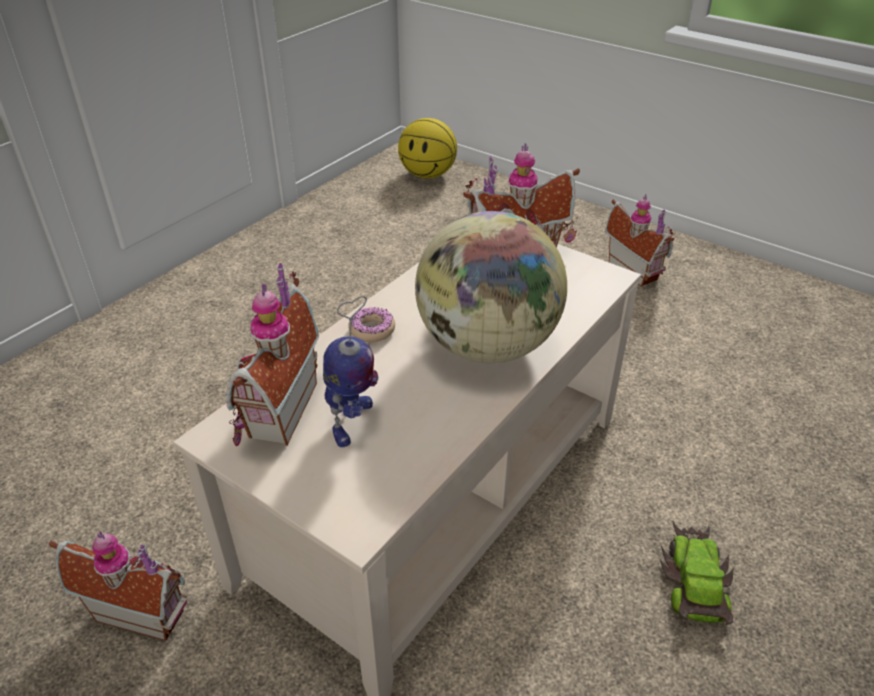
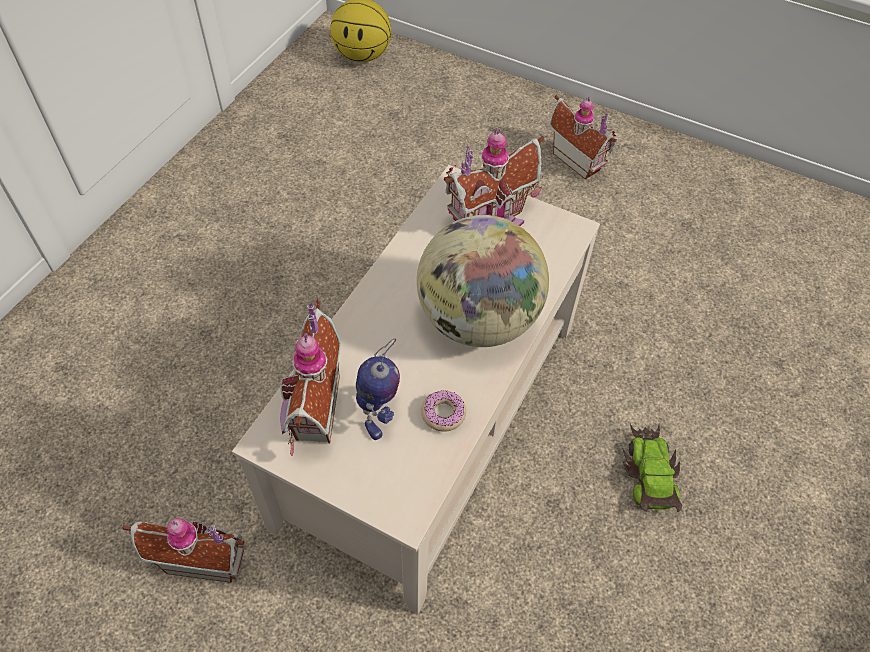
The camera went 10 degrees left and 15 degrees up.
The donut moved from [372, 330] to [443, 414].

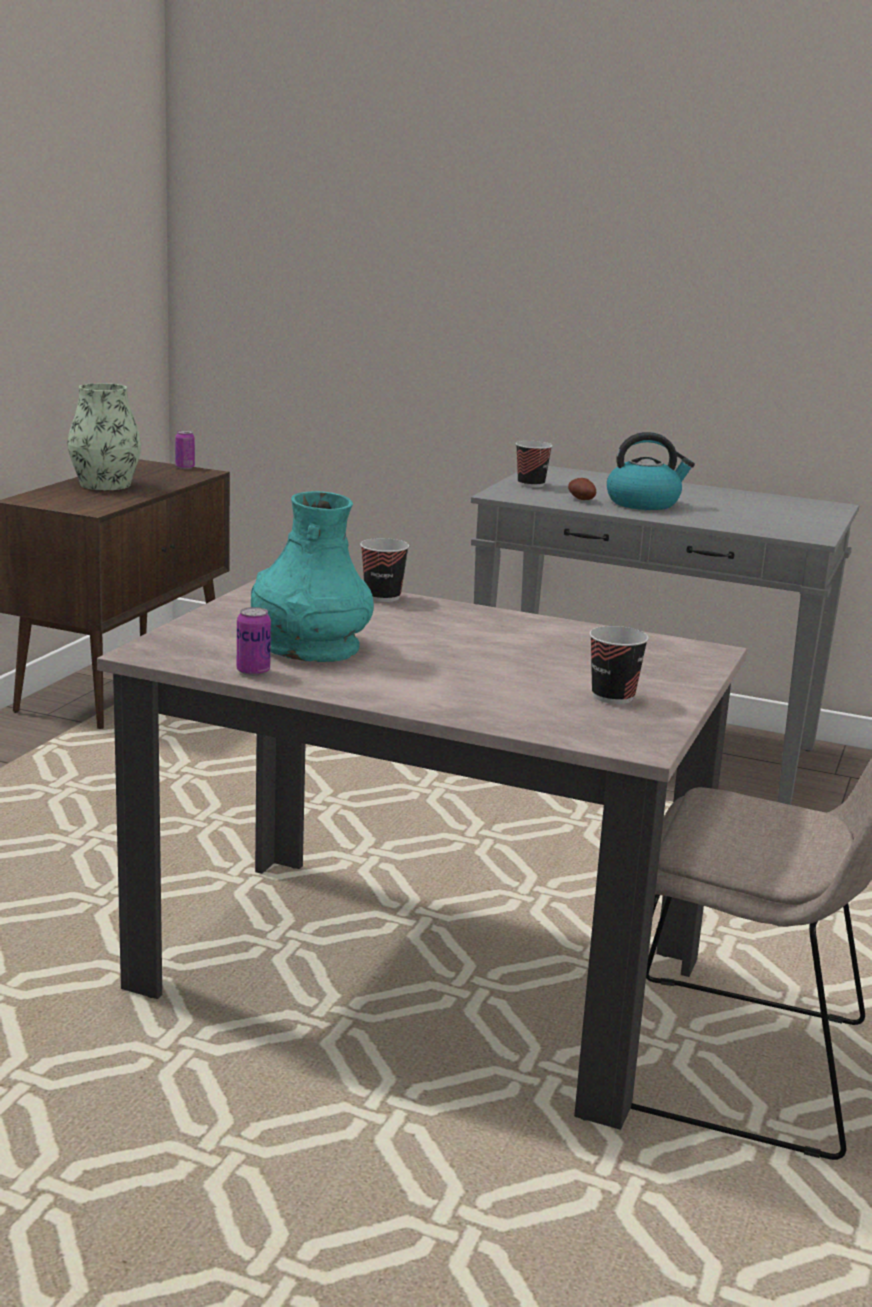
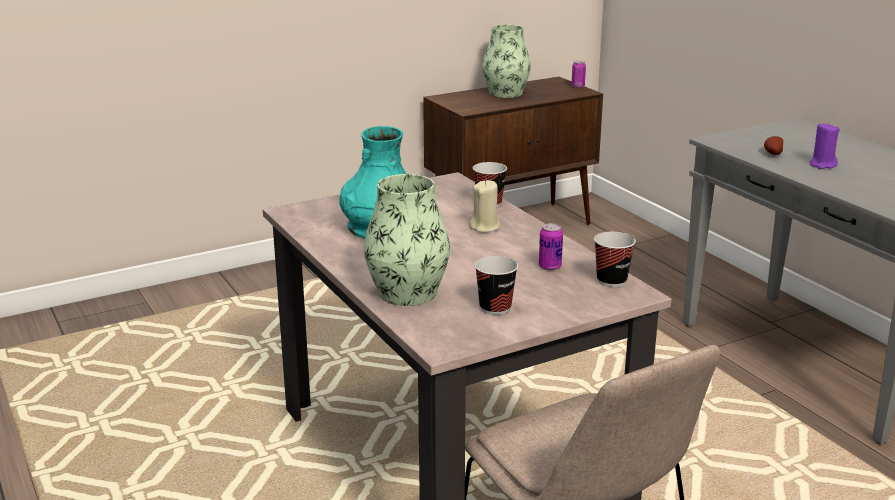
The camera went 40 degrees right and 5 degrees up.
The vase at [407, 292] appeared.
The beige candle at [485, 227] appeared.
The can moved from [253, 671] to [550, 266].
The cup moved from [531, 484] to [611, 281].
The kettle at [644, 503] was replaced by the purple candle at [822, 165].

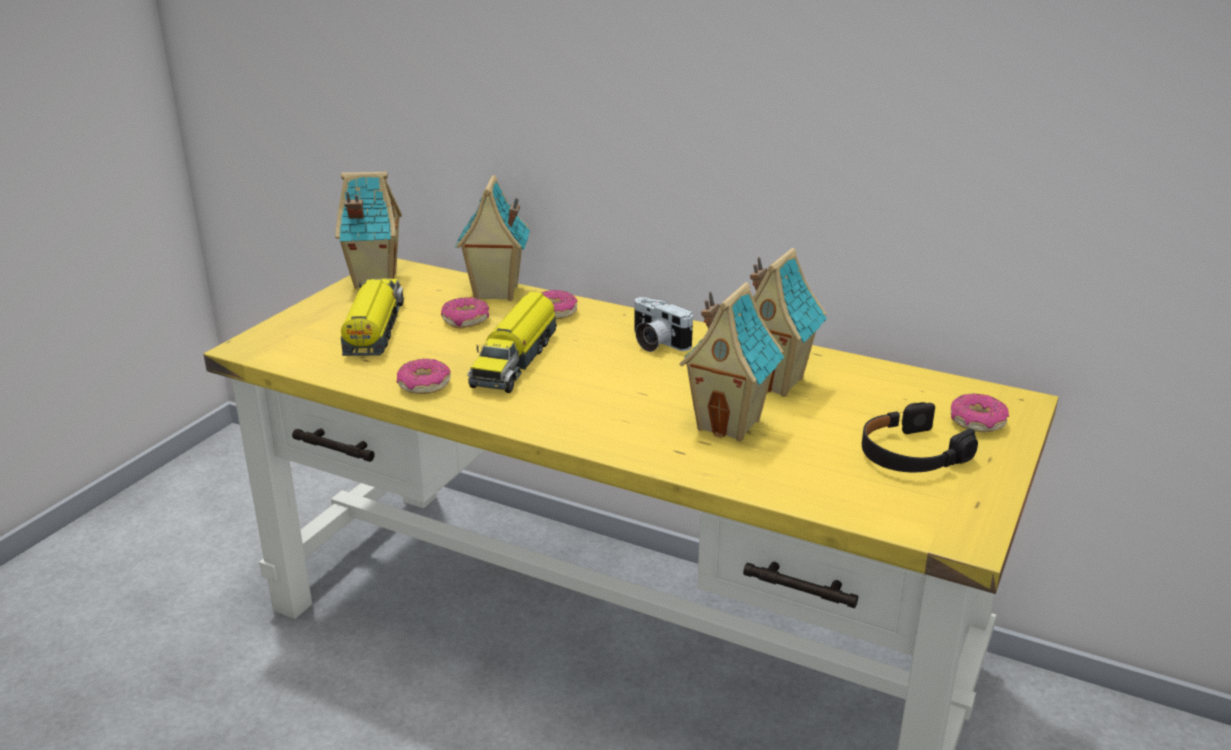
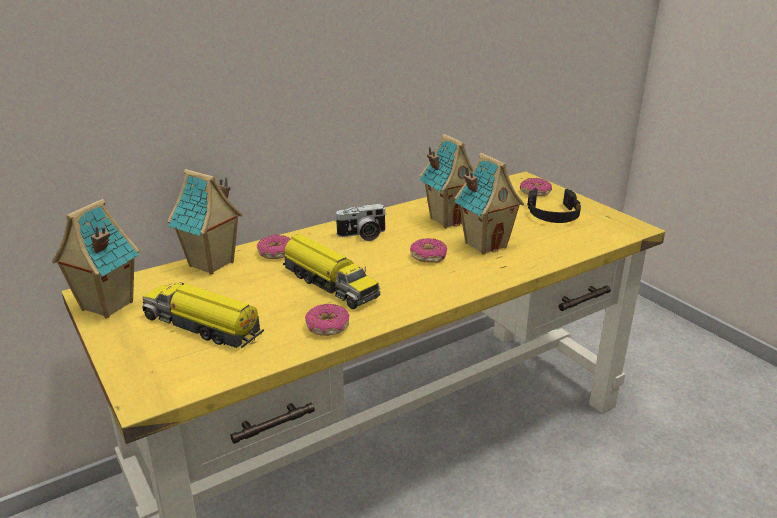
The camera went 60 degrees left and 0 degrees up.
The donut moved from [466, 320] to [428, 256].

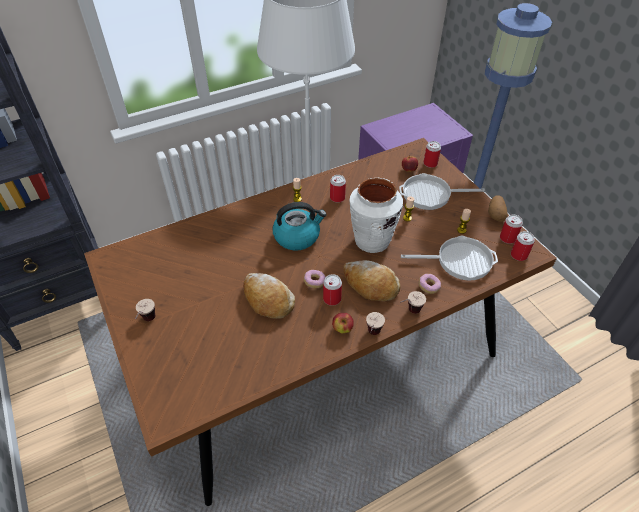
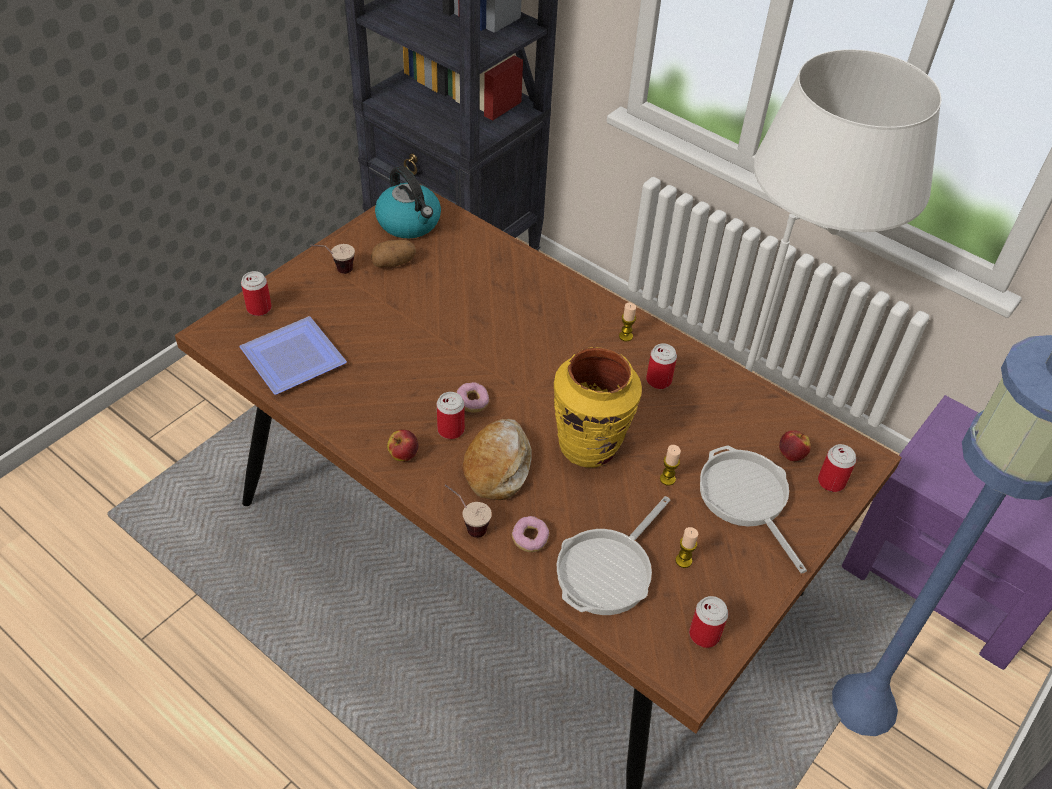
The camera went 65 degrees right and 0 degrees up.
The bread at [268, 299] disappeared.
The cup at [372, 336] disappeared.
The plate at [294, 355] appeared.
The kettle moved from [297, 236] to [410, 223].
The potato moved from [495, 214] to [394, 263].
The can moved from [518, 255] to [259, 308].
The white vase at [372, 241] became the yellow vase at [589, 446].
The frying pan at [459, 261] turned 60 degrees clockwise.

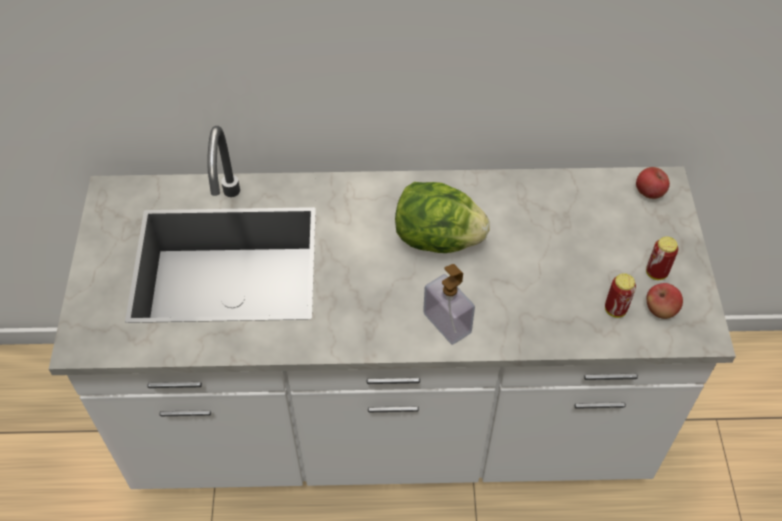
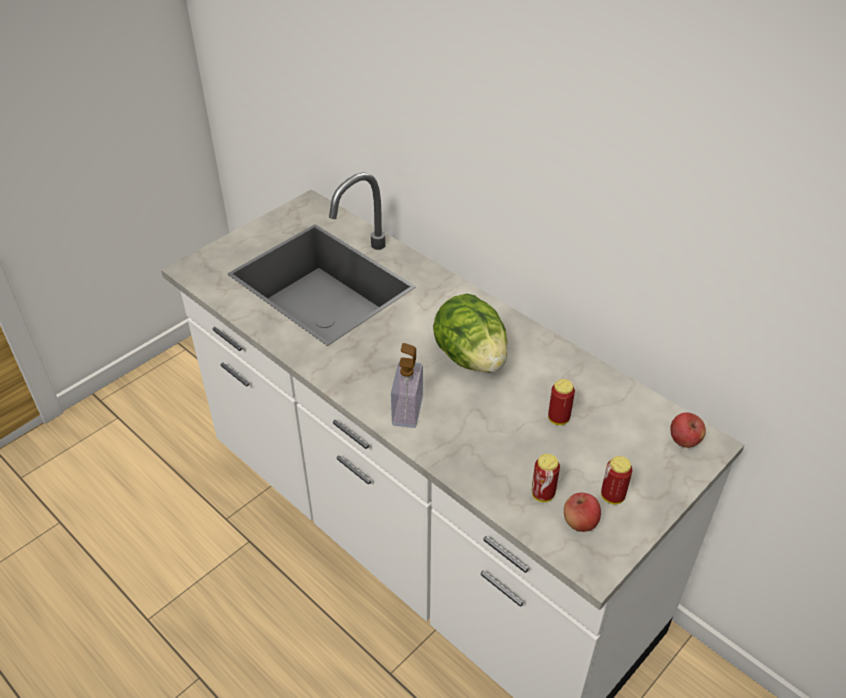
The camera went 45 degrees right and 10 degrees down.
The can at [558, 419] appeared.

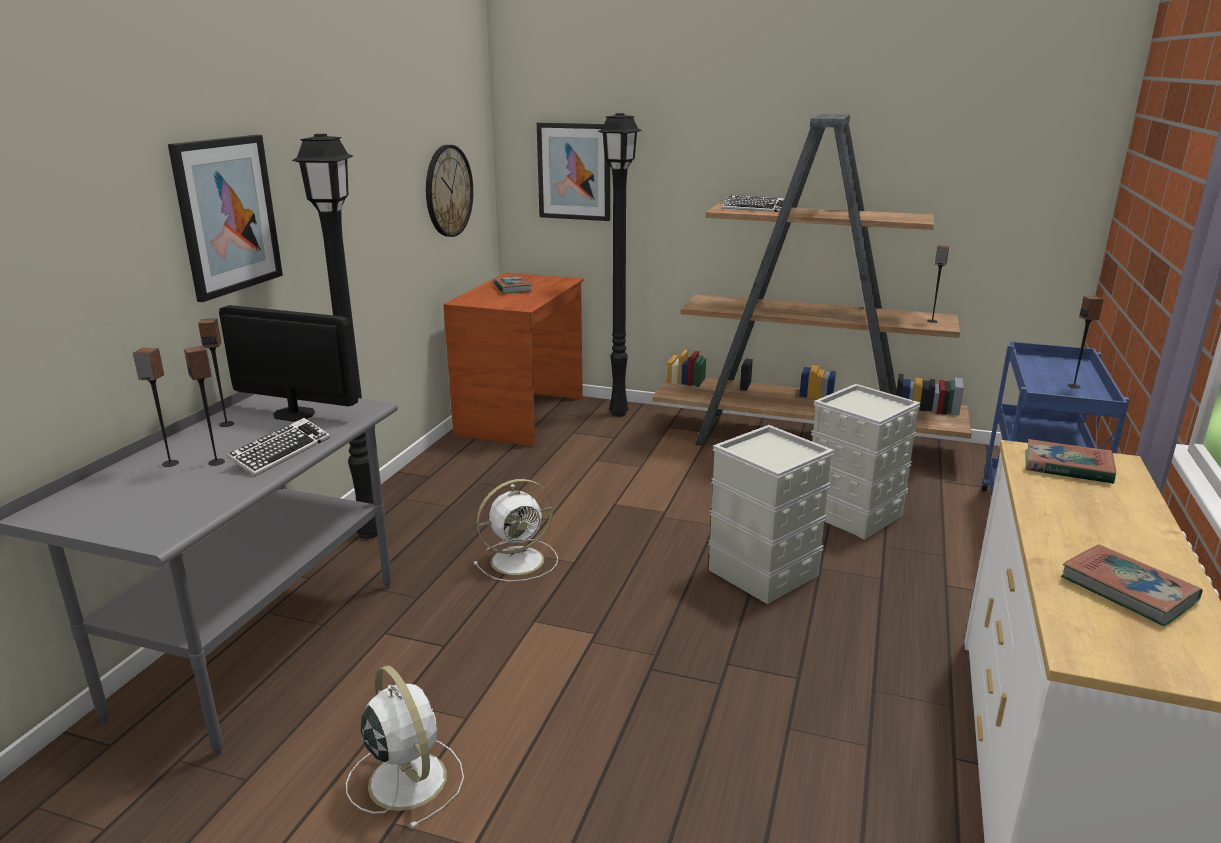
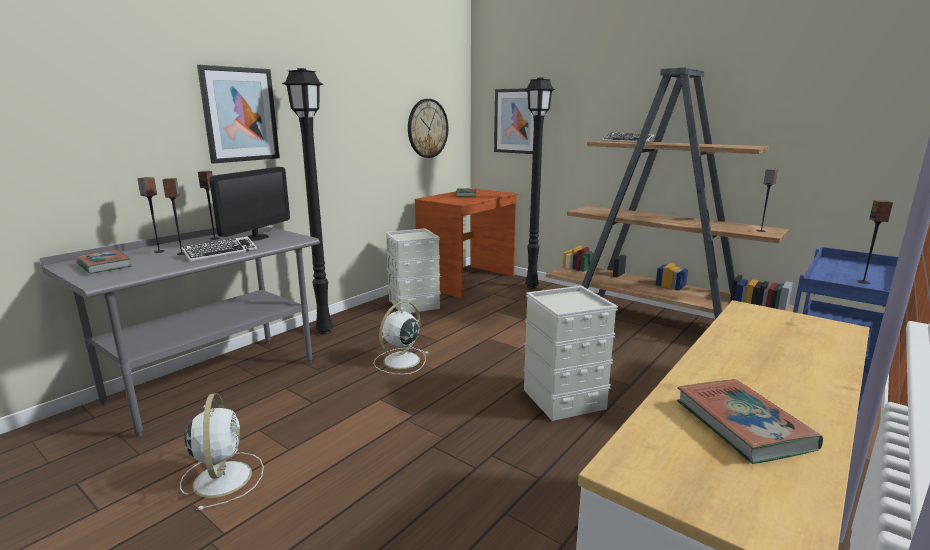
The camera went 20 degrees right and 5 degrees down.
The grey storage box moved from [854, 515] to [414, 304].
The book moved from [1067, 467] to [104, 265].
The monitor at [294, 414] turned 75 degrees clockwise.
The white fan at [520, 560] turned 135 degrees clockwise.

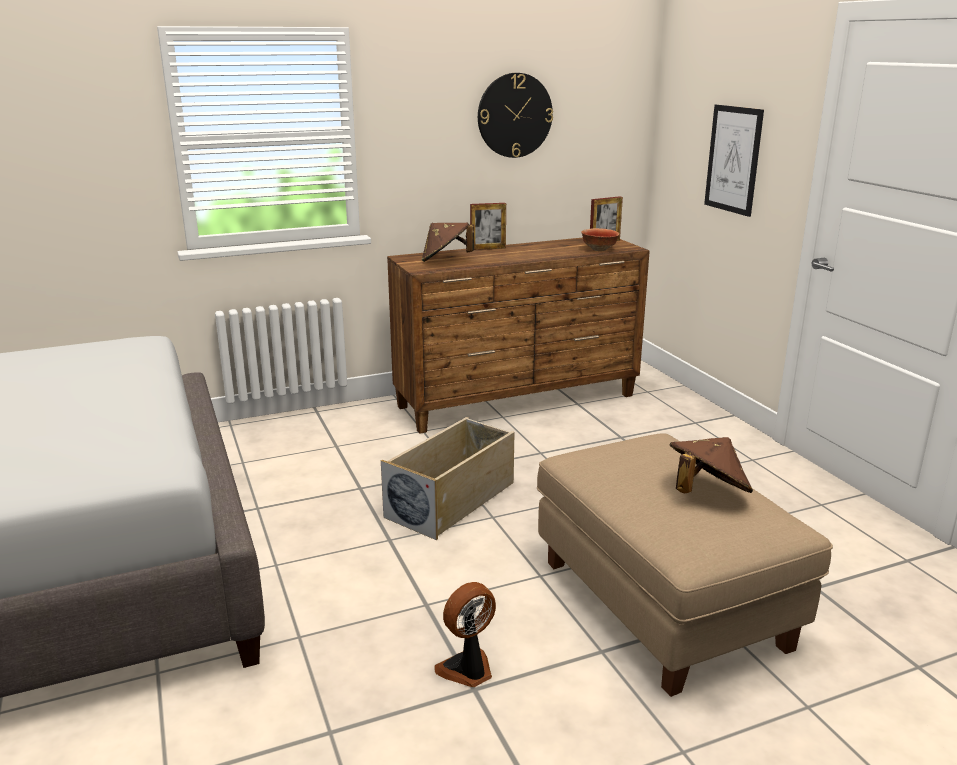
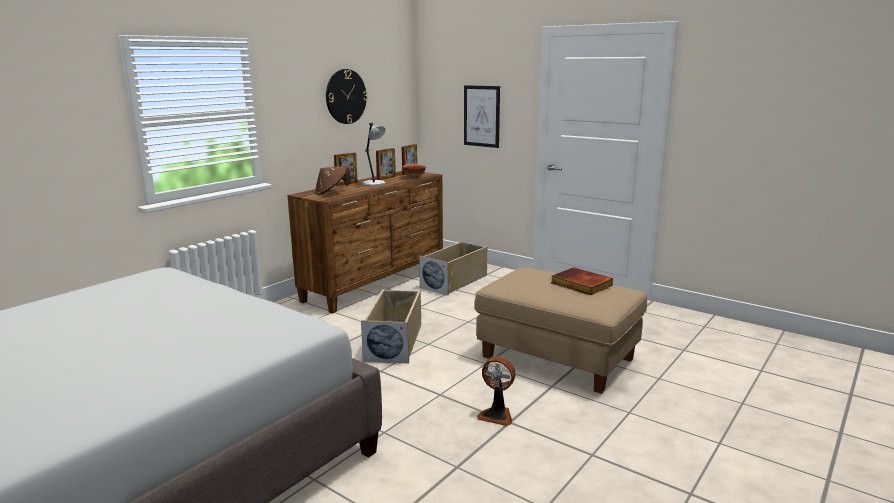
The camera went 30 degrees left and 5 degrees down.
The grey table lamp at [374, 184] appeared.
The picture frame at [386, 178] appeared.
The beige storage box at [455, 281] appeared.
The brown hat at [706, 493] was replaced by the book at [580, 284].
The fan at [468, 670] turned 90 degrees counterclockwise.

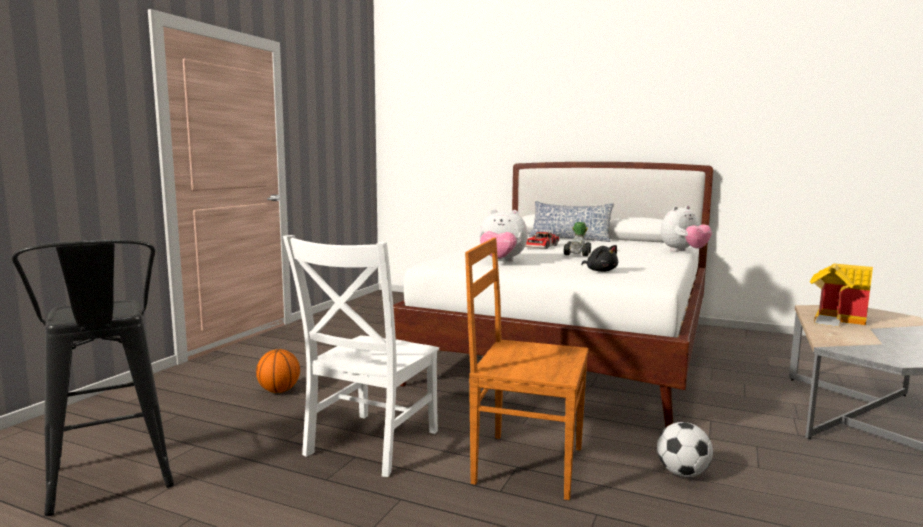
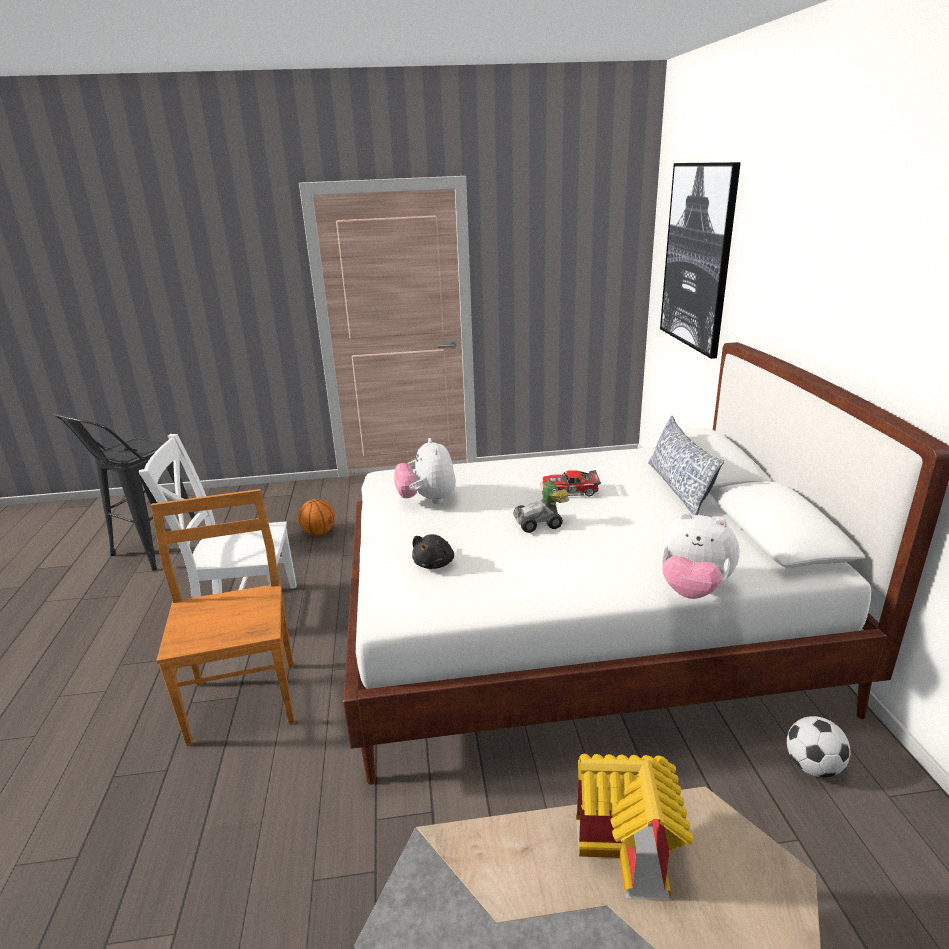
The camera went 60 degrees right and 15 degrees up.
The picture at [697, 257] appeared.
The football moved from [682, 473] to [812, 766].

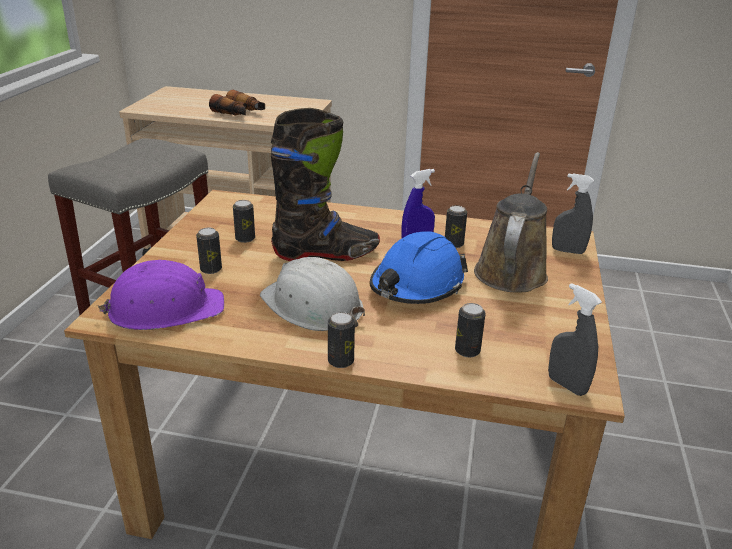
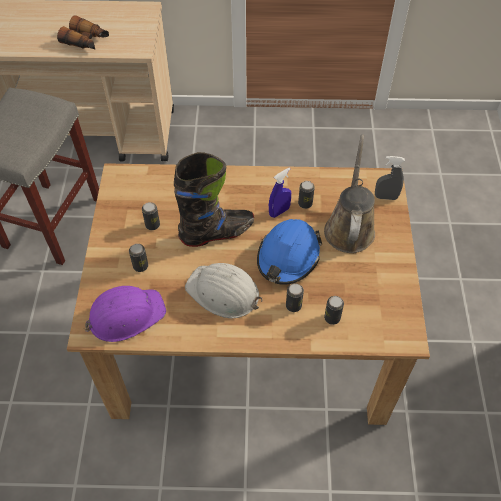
The camera went 10 degrees left and 25 degrees up.
The grey spray bottle at [566, 385] disappeared.
The can moved from [341, 361] to [293, 305].

